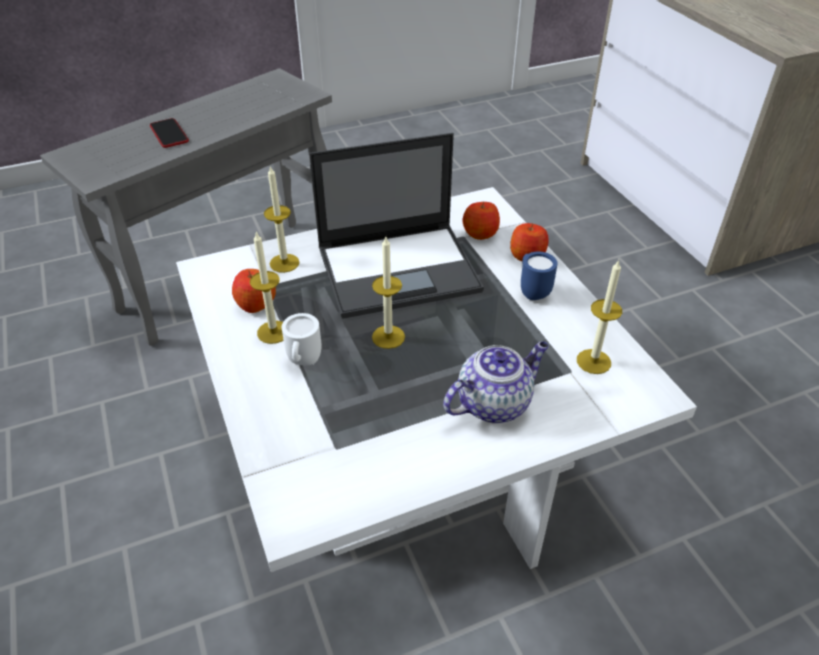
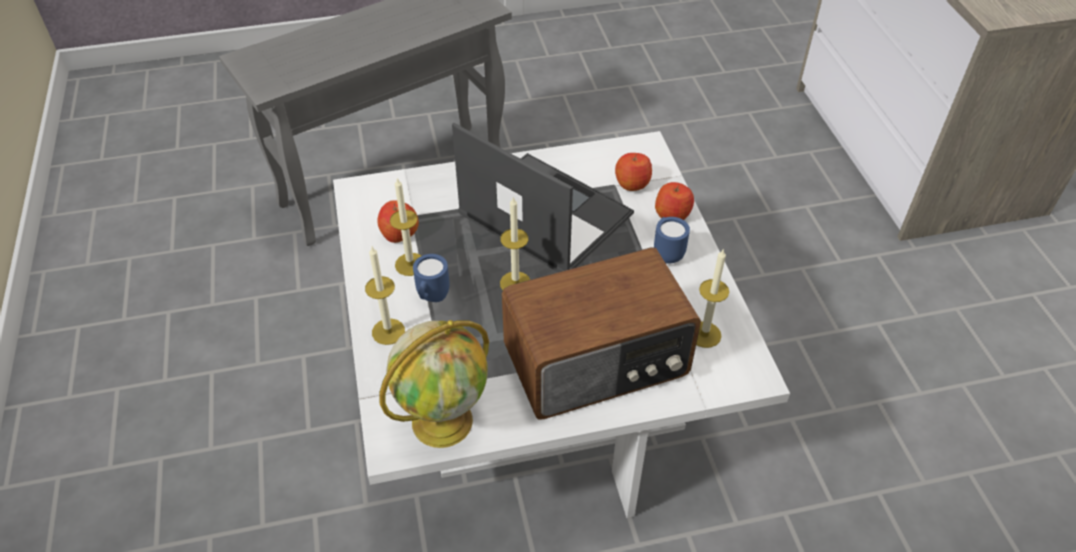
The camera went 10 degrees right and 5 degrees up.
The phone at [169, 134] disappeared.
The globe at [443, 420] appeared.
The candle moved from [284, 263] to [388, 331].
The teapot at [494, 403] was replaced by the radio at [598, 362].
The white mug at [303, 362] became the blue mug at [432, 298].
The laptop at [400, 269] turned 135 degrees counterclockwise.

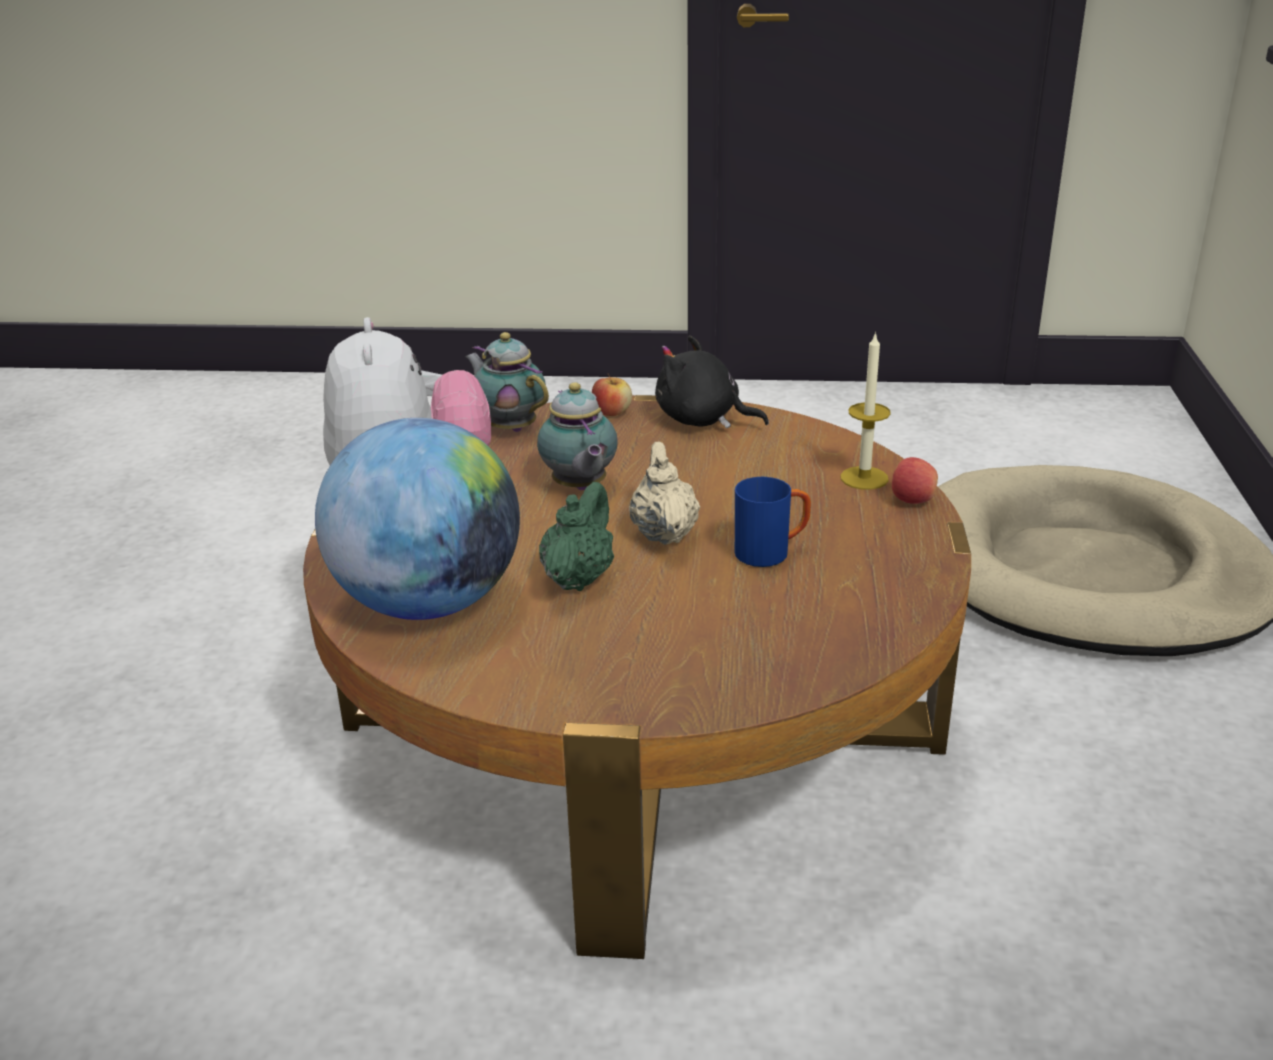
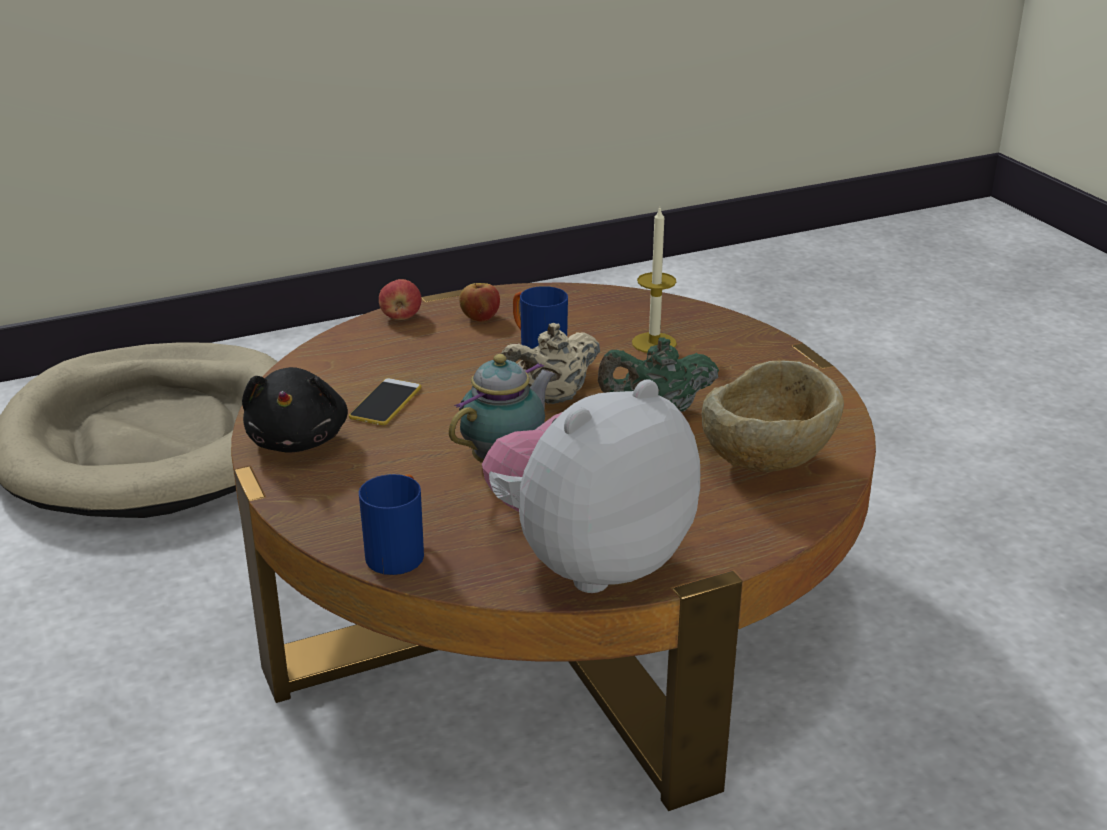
The camera went 120 degrees left and 0 degrees up.
The phone at [385, 403] appeared.
The apple moved from [612, 412] to [480, 317].
The candle moved from [864, 478] to [654, 343].
The globe at [429, 603] was replaced by the beige bowl at [767, 465].
The teapot at [510, 427] was replaced by the blue mug at [399, 551].

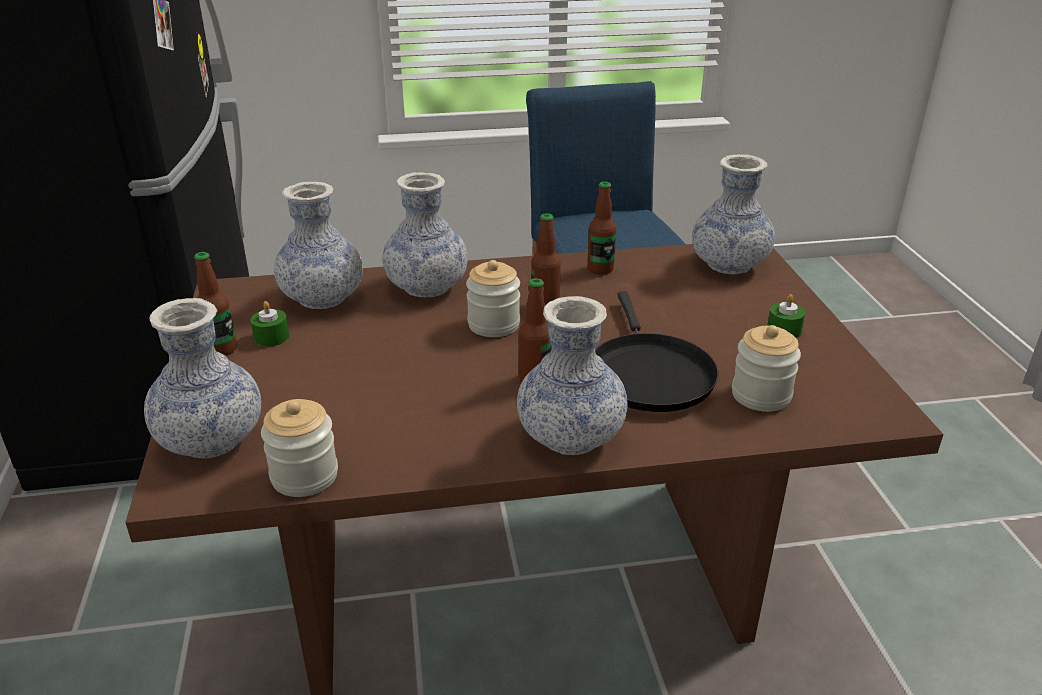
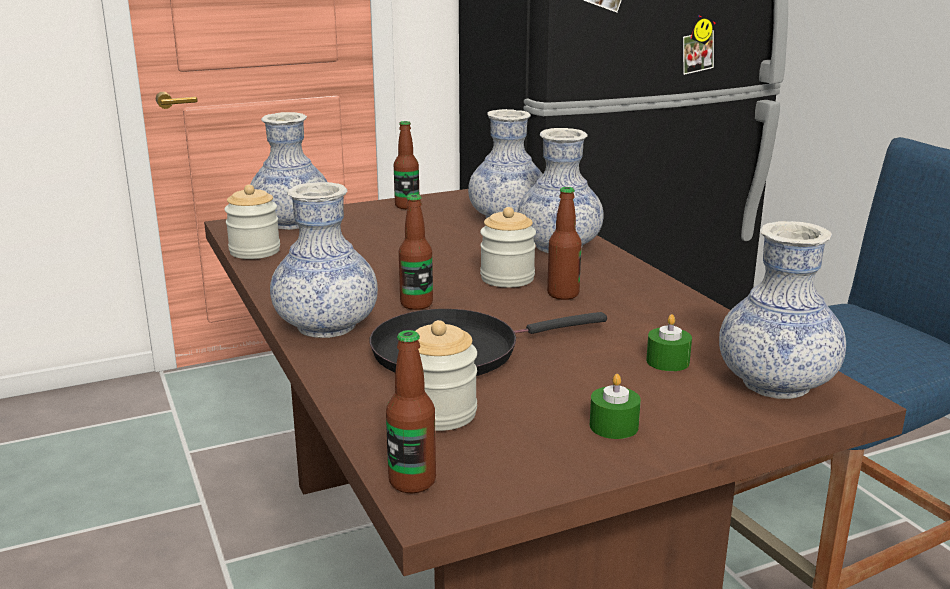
The camera went 75 degrees right and 10 degrees down.
The green candle moved from [271, 337] to [667, 361].
The bottle moved from [600, 269] to [412, 481].

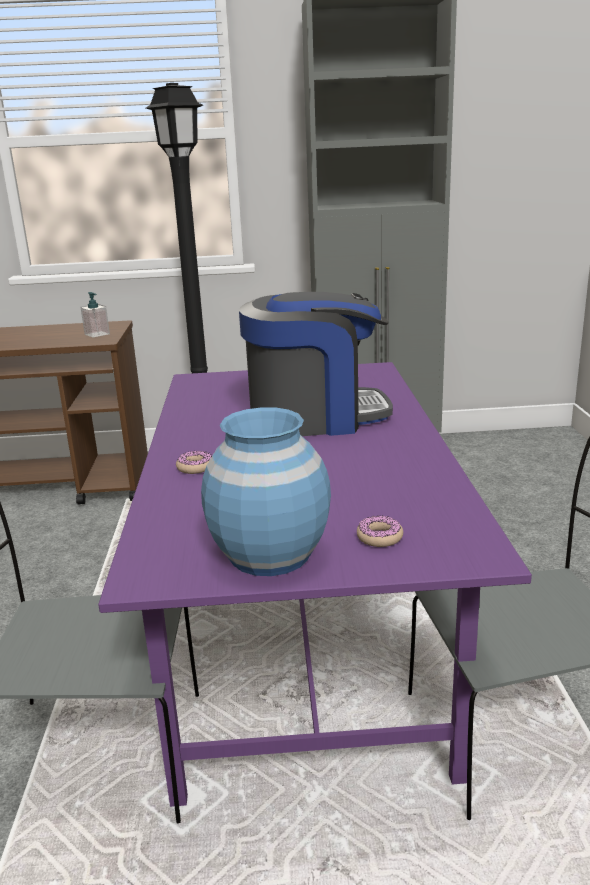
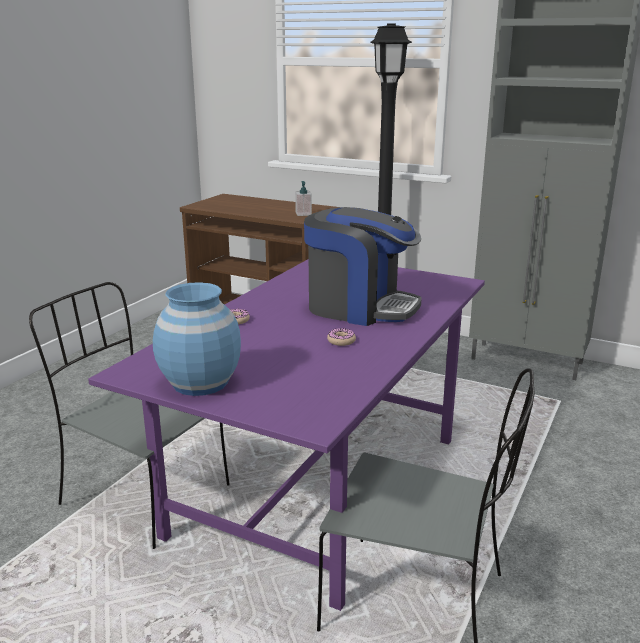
The camera went 30 degrees right and 0 degrees up.
The donut moved from [379, 537] to [341, 341].

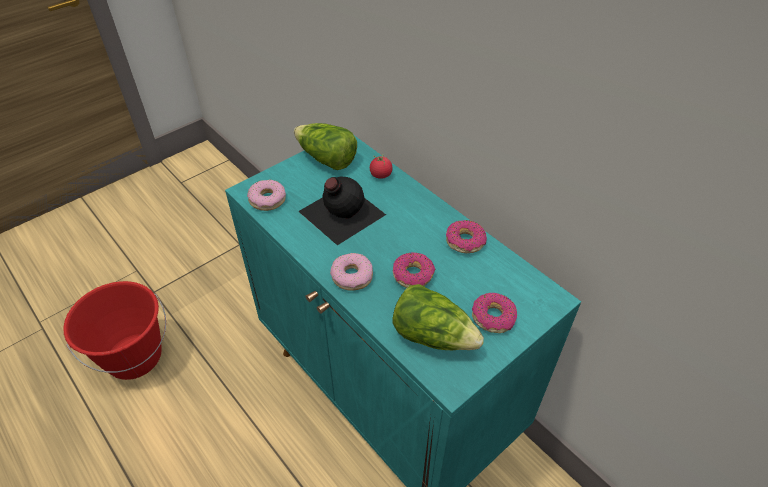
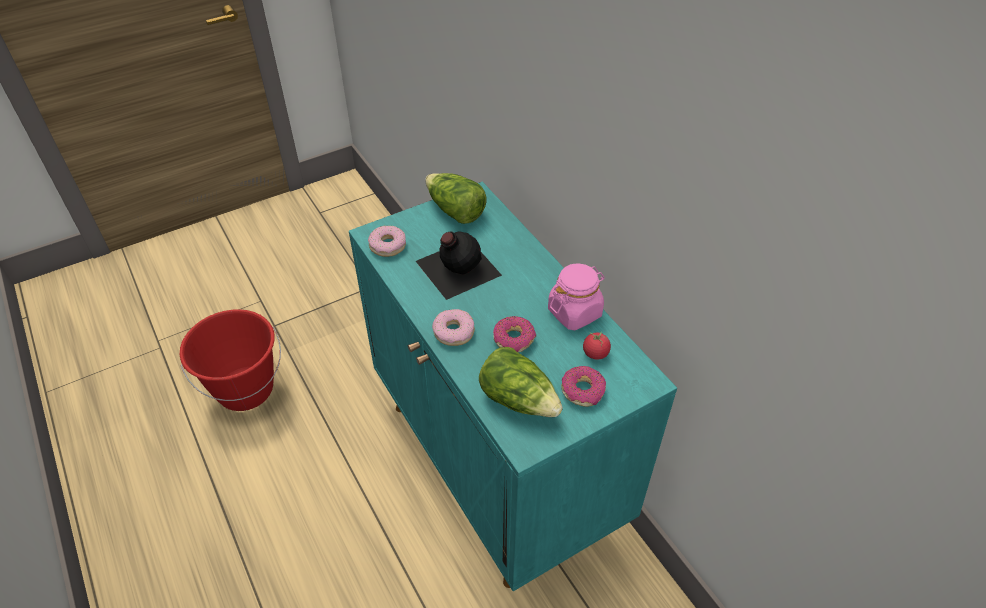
The camera went 10 degrees right and 0 degrees up.
The tomato moved from [381, 175] to [595, 353].
The donut at [465, 241] was replaced by the pink jar at [575, 312].

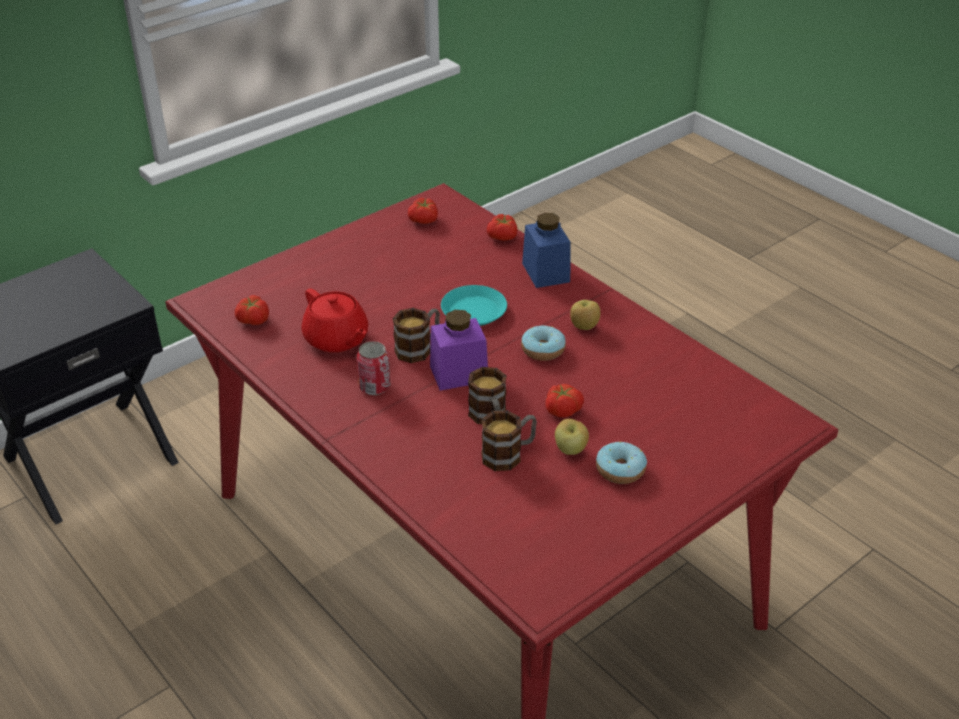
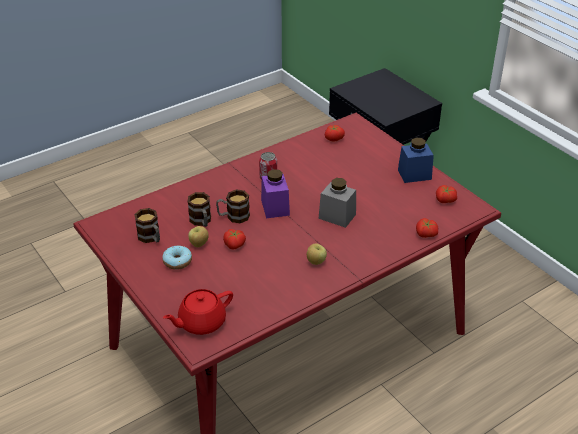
The camera went 95 degrees right and 0 degrees up.
The donut at [543, 350] disappeared.
The red teapot moved from [336, 339] to [201, 322].
The mug moved from [419, 348] to [151, 238].
The blue jar moved from [545, 272] to [414, 174].
The turquoise plate at [473, 311] was replaced by the grey jar at [337, 216].

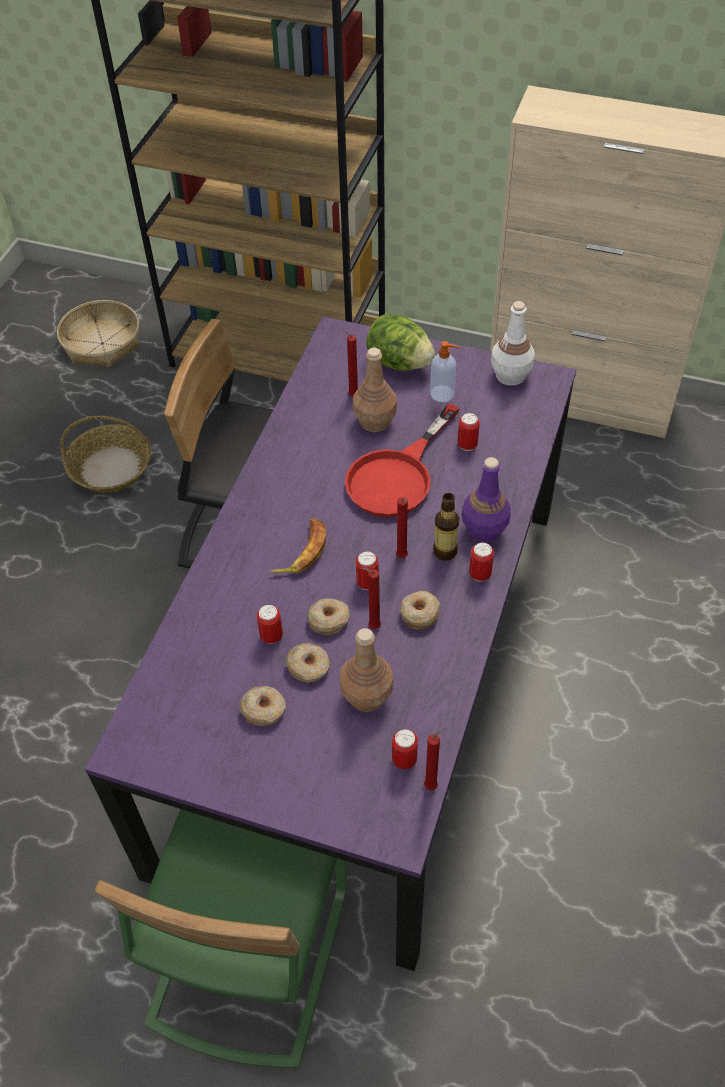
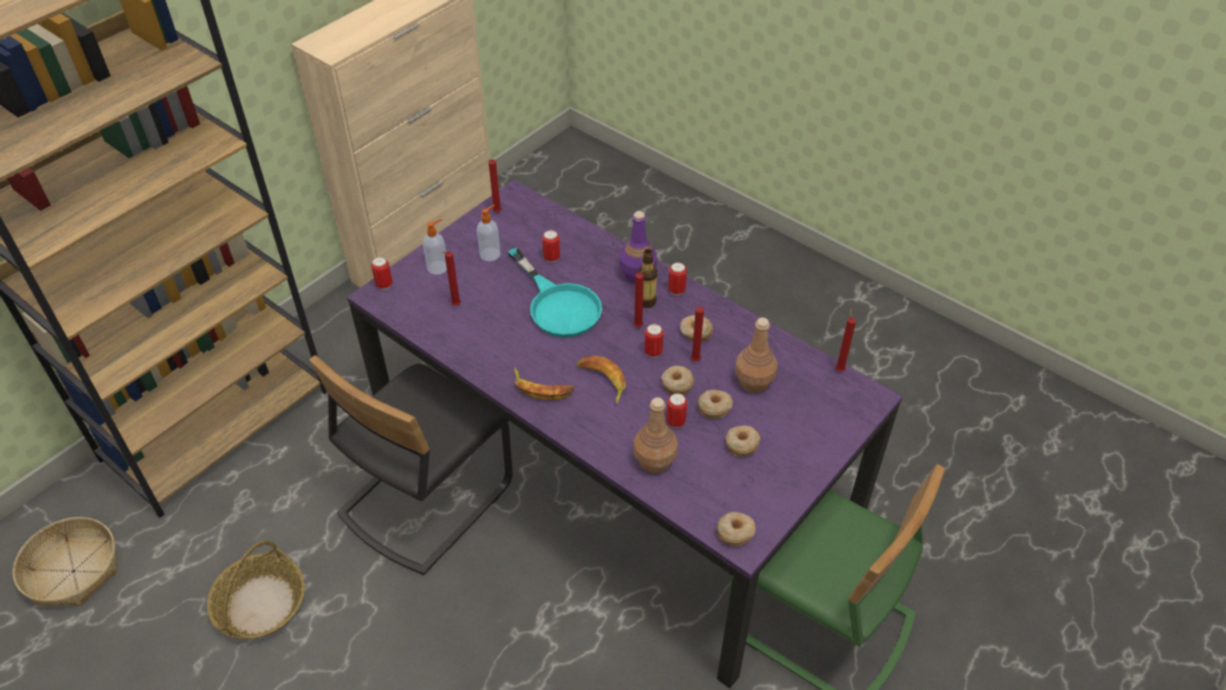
The camera went 70 degrees left and 5 degrees down.
The banana at [542, 388] appeared.
The donut at [735, 532] appeared.
The brown bottle moved from [375, 421] to [655, 461].
The can moved from [404, 760] to [384, 285].
The lettuce at [399, 362] was replaced by the soap dispenser at [438, 267].
The white bottle at [510, 375] was replaced by the red candle at [496, 213].
The red frying pan at [397, 476] became the turquoise frying pan at [558, 305].

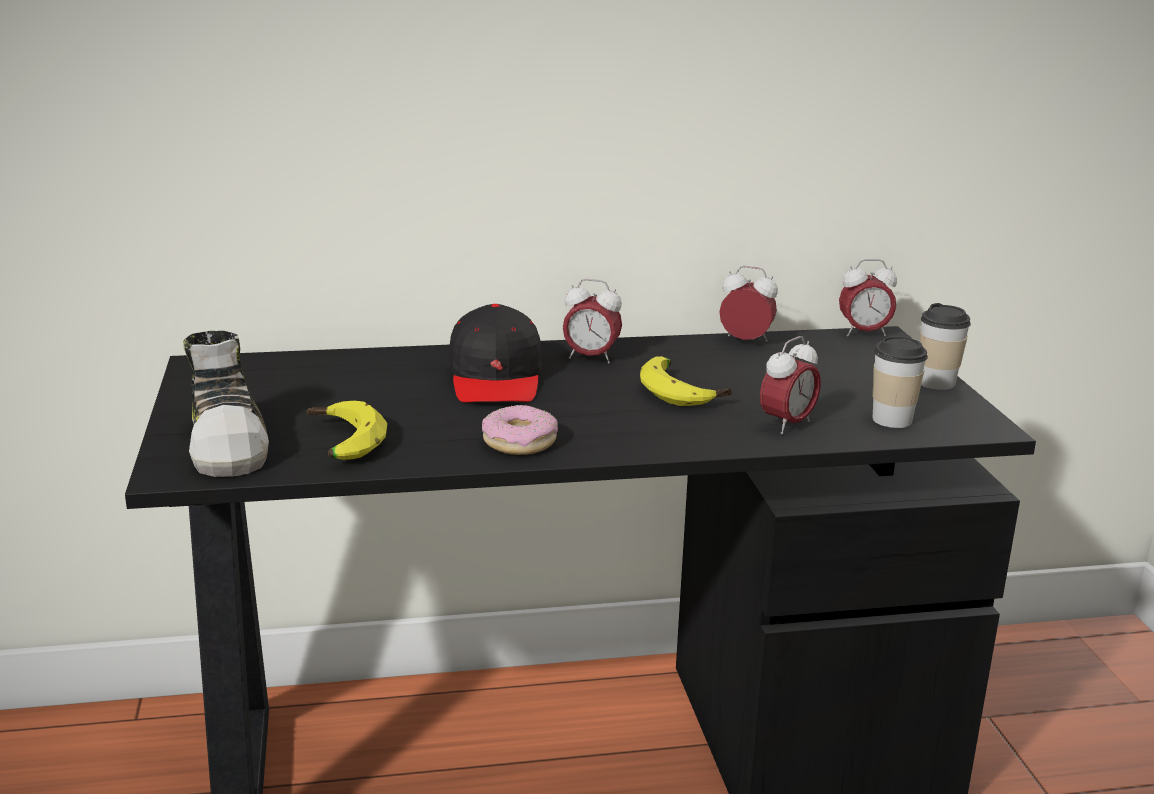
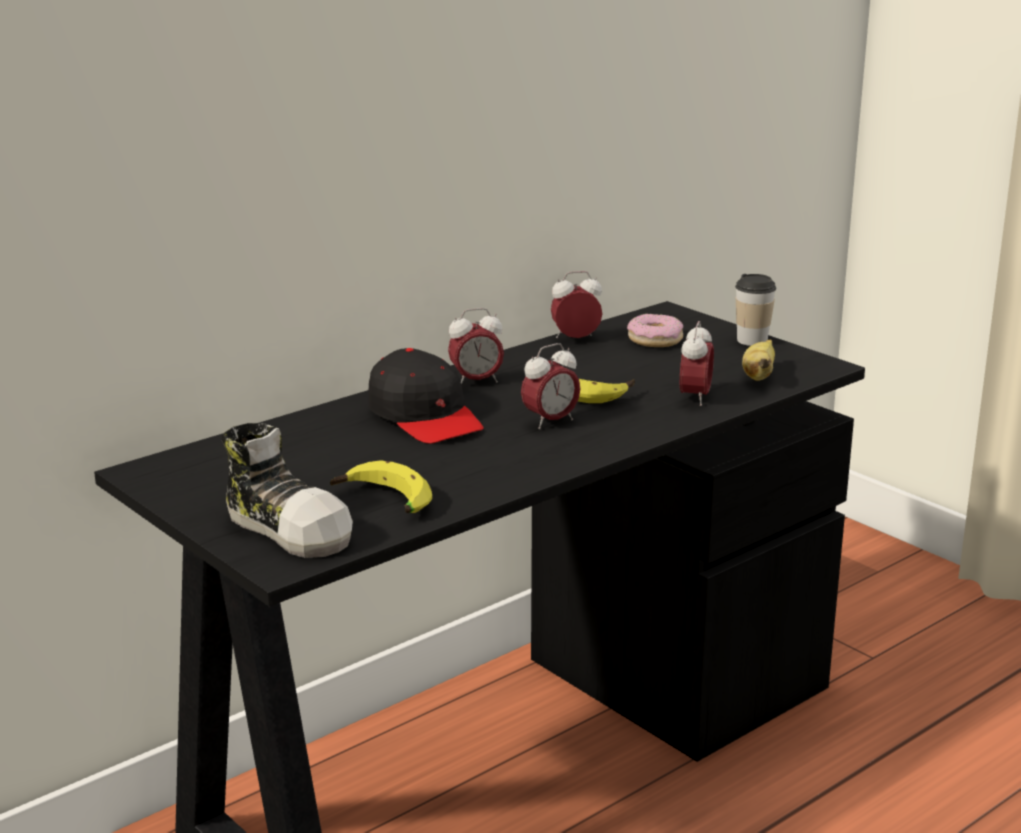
The camera went 30 degrees left and 0 degrees up.
The donut moved from [519, 442] to [655, 340].
The alarm clock moved from [863, 333] to [550, 422].
The cup at [892, 420] was replaced by the banana at [758, 376].

